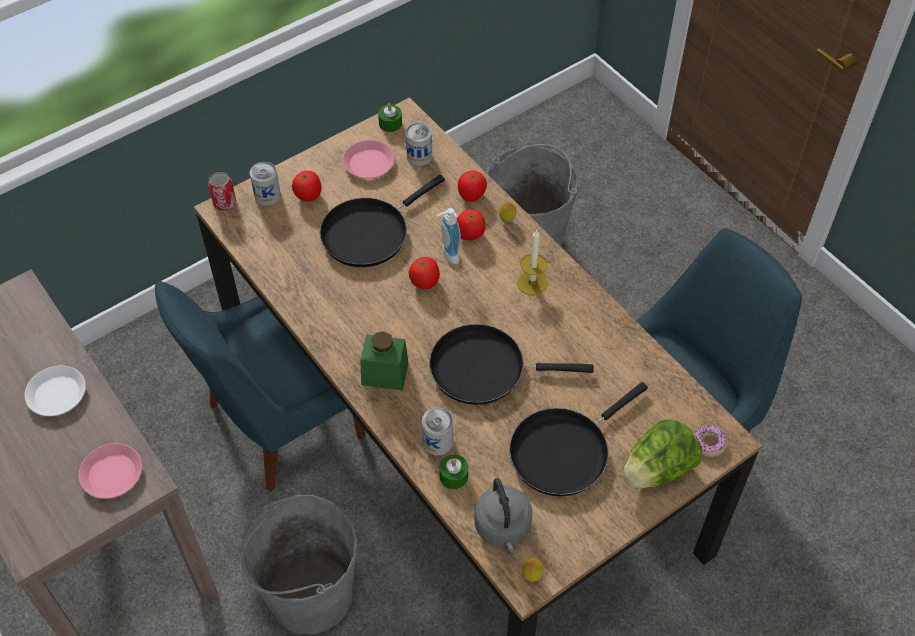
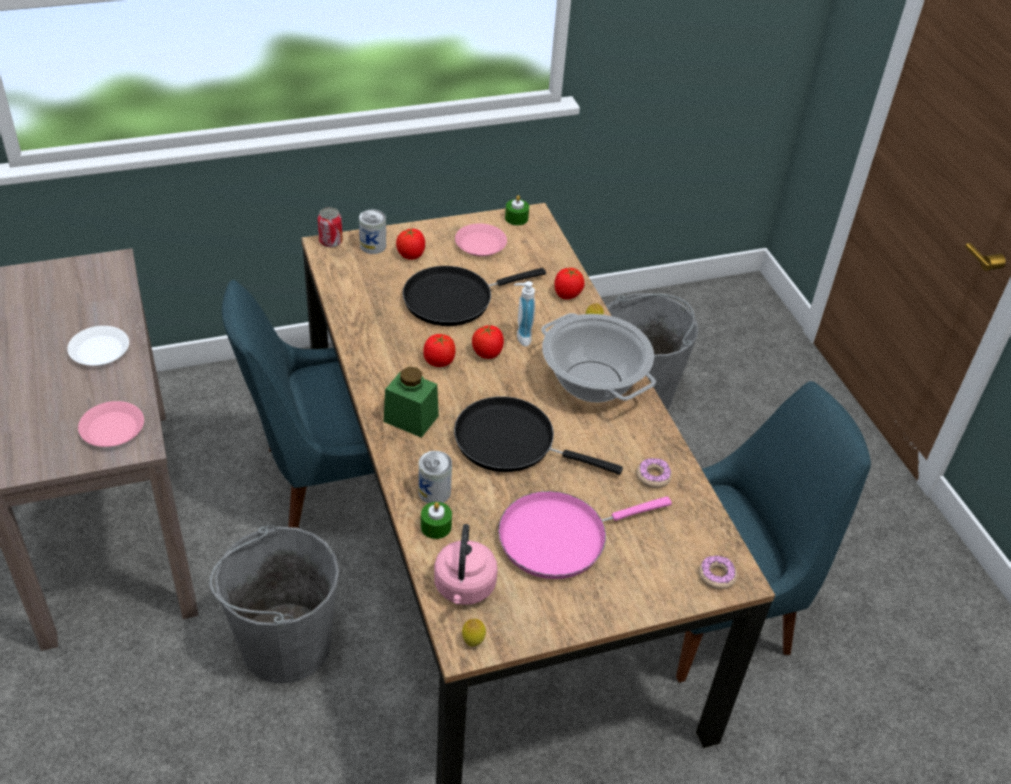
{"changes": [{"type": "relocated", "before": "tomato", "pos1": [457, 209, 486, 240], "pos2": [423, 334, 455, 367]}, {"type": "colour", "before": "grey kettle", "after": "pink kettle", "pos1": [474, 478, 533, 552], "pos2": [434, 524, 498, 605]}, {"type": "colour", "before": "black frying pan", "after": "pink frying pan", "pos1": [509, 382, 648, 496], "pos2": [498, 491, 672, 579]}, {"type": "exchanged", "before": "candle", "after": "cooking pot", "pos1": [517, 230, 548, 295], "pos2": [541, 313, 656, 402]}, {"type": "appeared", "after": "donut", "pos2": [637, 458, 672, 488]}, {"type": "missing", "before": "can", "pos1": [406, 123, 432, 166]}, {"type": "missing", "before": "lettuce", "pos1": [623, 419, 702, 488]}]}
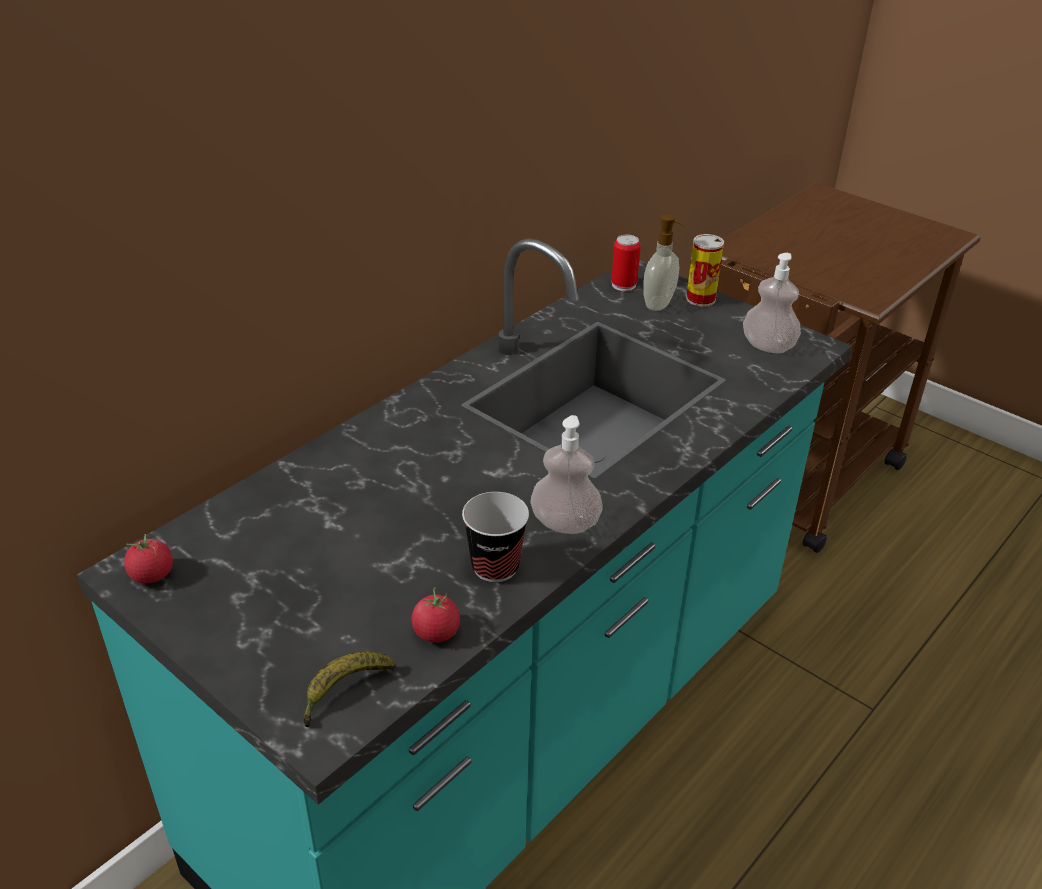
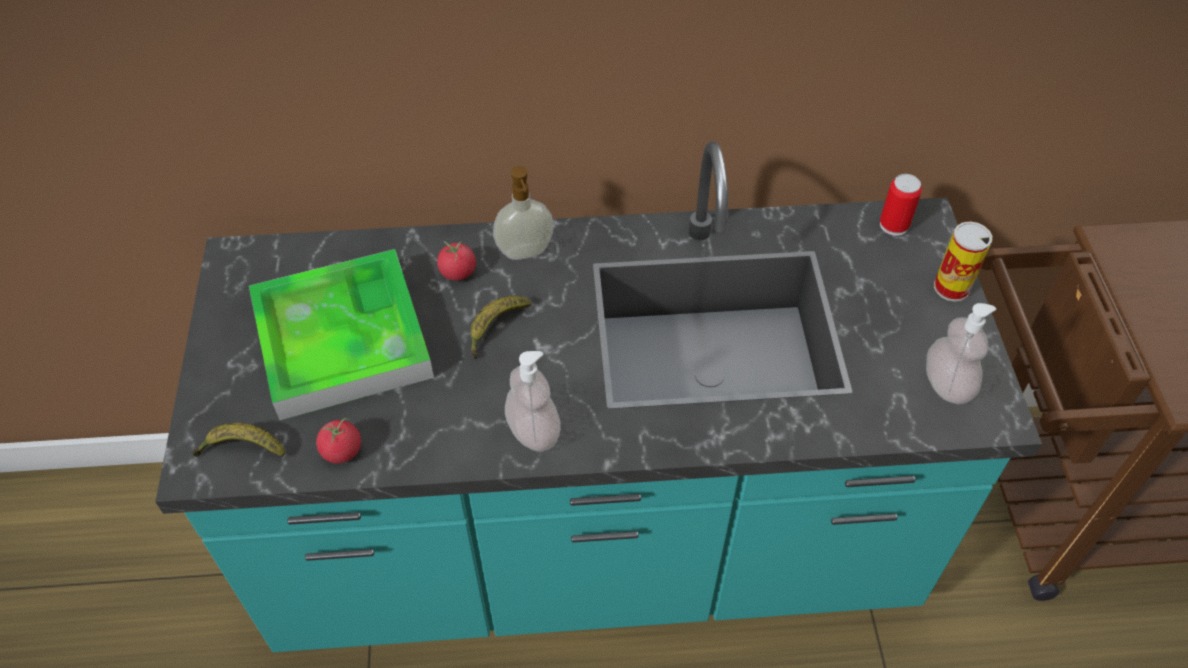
{"changes": [{"type": "appeared", "after": "tray", "pos2": [249, 249, 434, 420]}, {"type": "relocated", "before": "tomato", "pos1": [124, 534, 173, 584], "pos2": [437, 241, 476, 280]}, {"type": "appeared", "after": "banana", "pos2": [470, 296, 531, 359]}, {"type": "relocated", "before": "soap dispenser", "pos1": [643, 214, 685, 311], "pos2": [493, 166, 554, 260]}, {"type": "missing", "before": "cup", "pos1": [462, 492, 529, 582]}]}
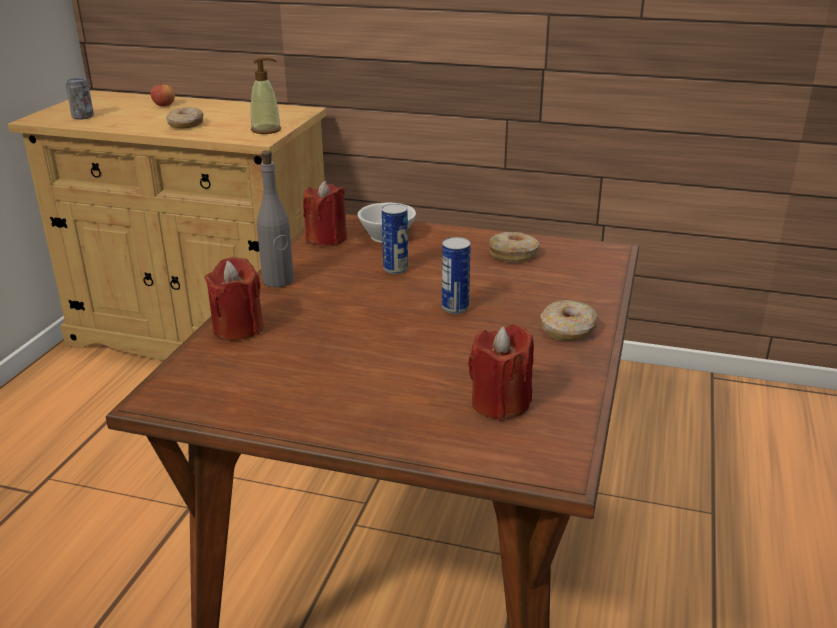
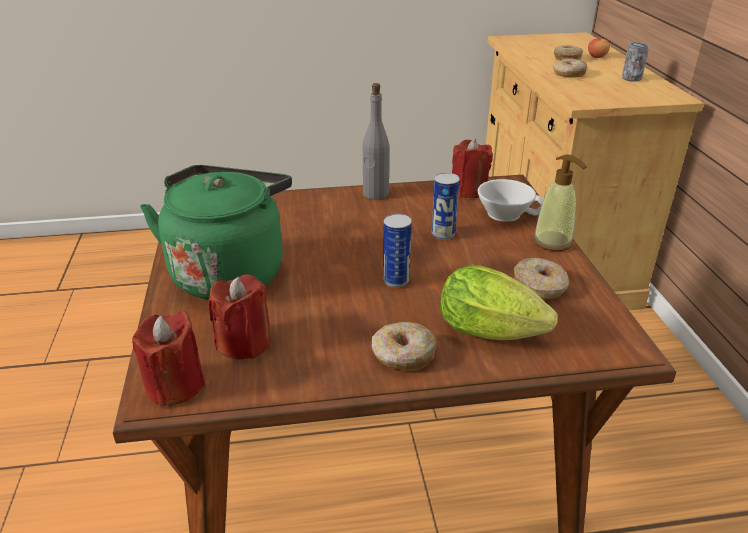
{"changes": [{"type": "relocated", "before": "red candle", "pos1": [205, 257, 264, 340], "pos2": [132, 311, 206, 407]}, {"type": "appeared", "after": "green kettle", "pos2": [140, 165, 292, 300]}, {"type": "appeared", "after": "lettuce", "pos2": [440, 265, 558, 340]}, {"type": "relocated", "before": "soap dispenser", "pos1": [251, 58, 281, 134], "pos2": [533, 154, 587, 251]}, {"type": "appeared", "after": "donut", "pos2": [554, 45, 583, 61]}, {"type": "relocated", "before": "can", "pos1": [66, 78, 94, 120], "pos2": [622, 42, 649, 82]}]}
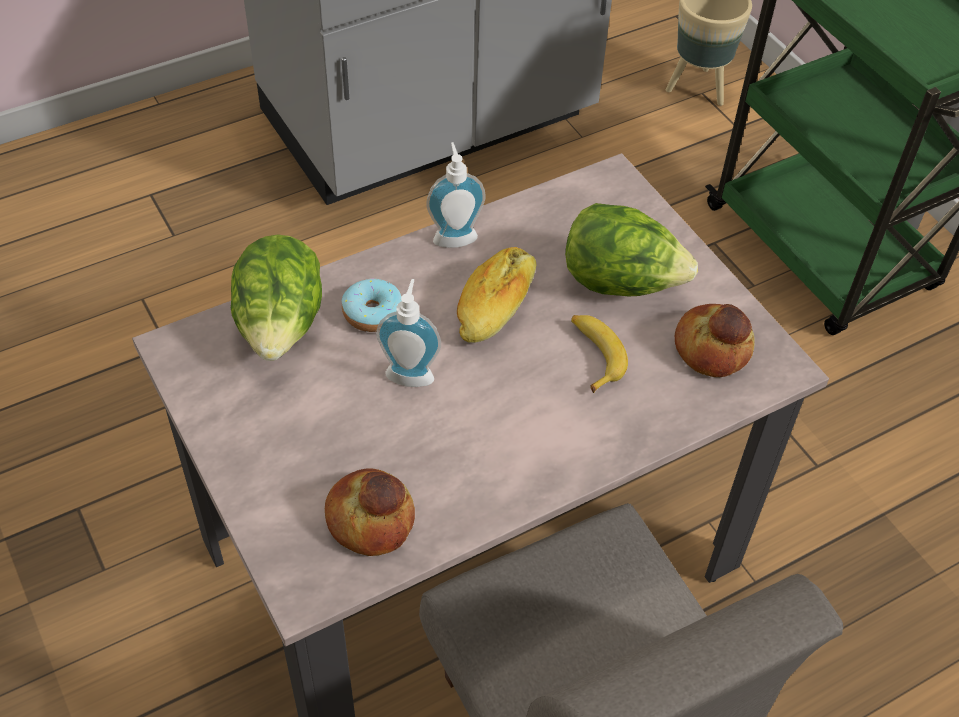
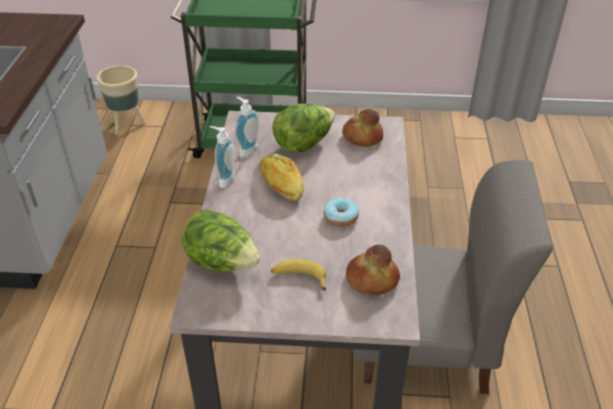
{"changes": [{"type": "relocated", "before": "soap dispenser", "pos1": [376, 279, 441, 387], "pos2": [235, 96, 259, 157]}, {"type": "relocated", "before": "banana", "pos1": [571, 315, 628, 393], "pos2": [271, 259, 326, 290]}, {"type": "relocated", "before": "donut", "pos1": [342, 278, 402, 332], "pos2": [324, 198, 359, 227]}]}
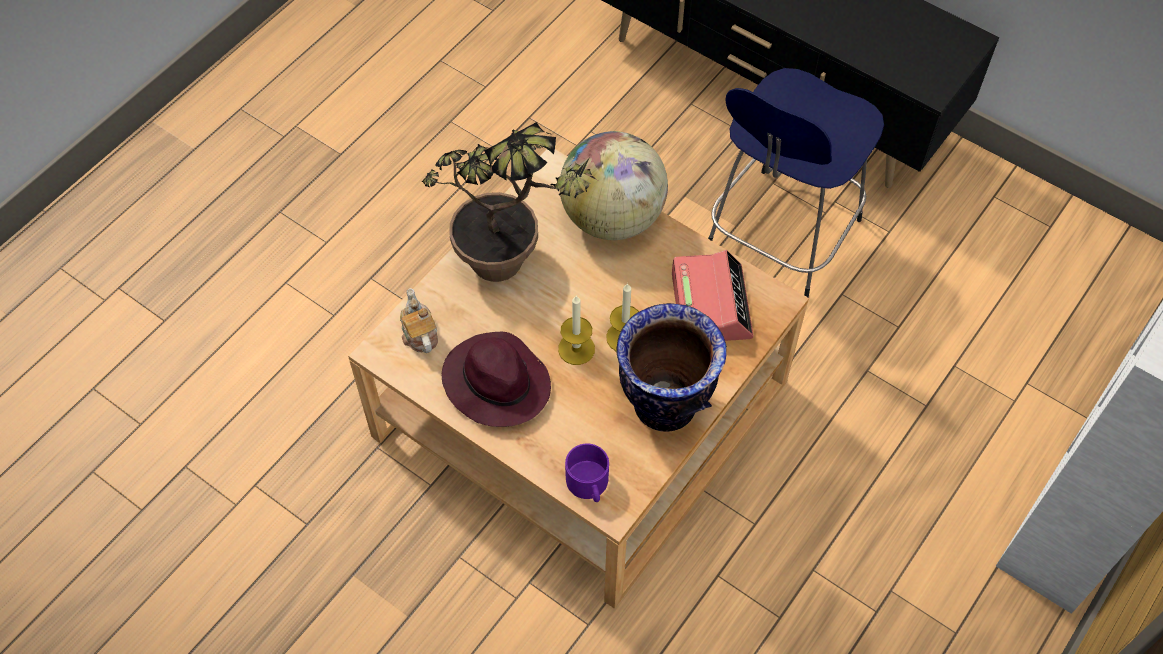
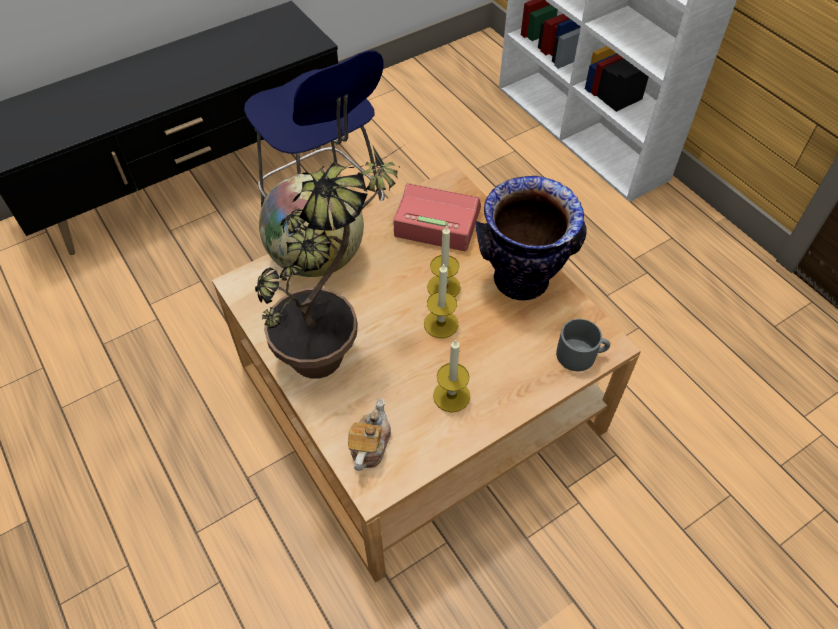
{"changes": [{"type": "spun", "before": "teapot", "pos1": [400, 288, 438, 353], "pos2": [348, 398, 391, 471], "turn": 105}, {"type": "exchanged", "before": "purple hat", "after": "candle", "pos1": [442, 331, 551, 427], "pos2": [433, 339, 470, 412]}, {"type": "colour", "before": "purple mug", "after": "grey mug", "pos1": [565, 443, 609, 502], "pos2": [556, 319, 610, 371]}]}
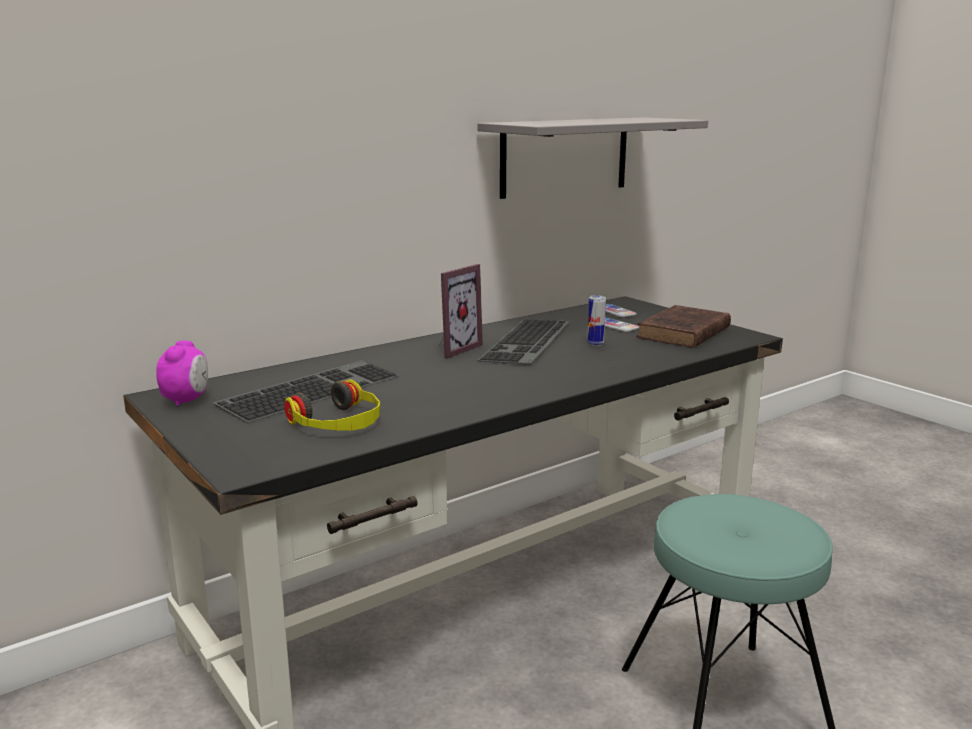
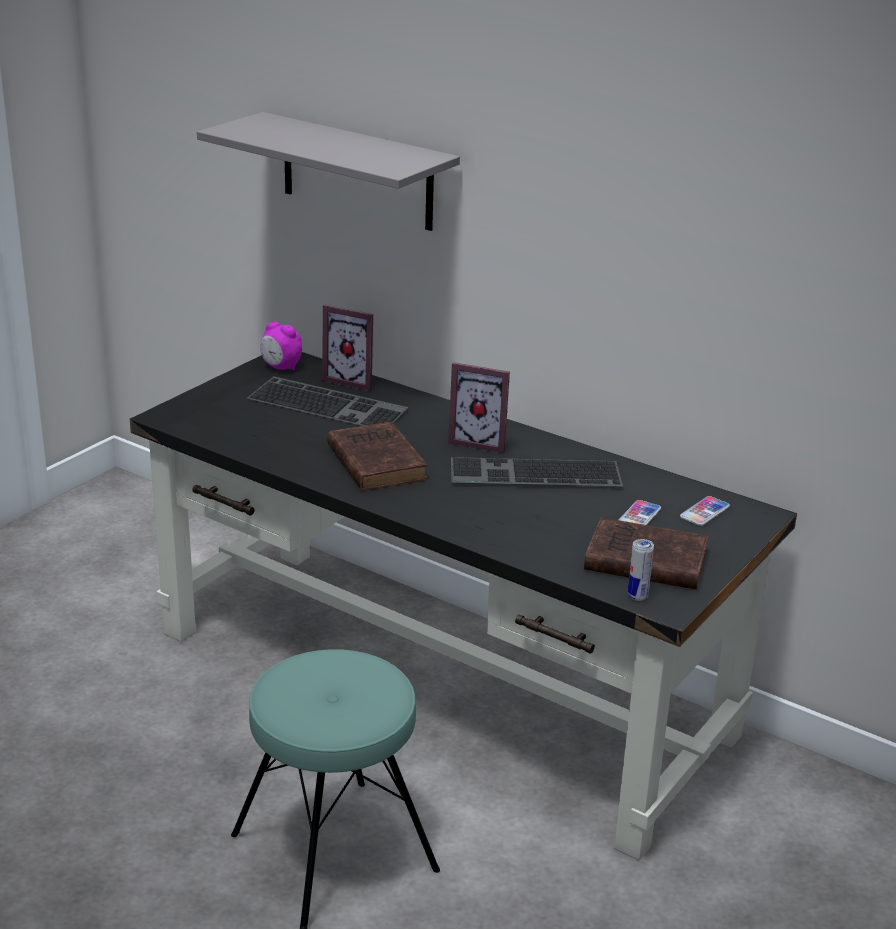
{"changes": [{"type": "relocated", "before": "grey shelf", "pos1": [477, 117, 708, 199], "pos2": [197, 112, 460, 231]}, {"type": "spun", "before": "alarm clock", "pos1": [156, 341, 208, 406], "pos2": [261, 322, 302, 370], "turn": 45}, {"type": "appeared", "after": "picture frame", "pos2": [322, 304, 373, 391]}, {"type": "appeared", "after": "brown book", "pos2": [327, 422, 428, 491]}, {"type": "relocated", "before": "can", "pos1": [587, 295, 606, 346], "pos2": [628, 539, 654, 601]}, {"type": "missing", "before": "headphones", "pos1": [284, 380, 380, 431]}]}
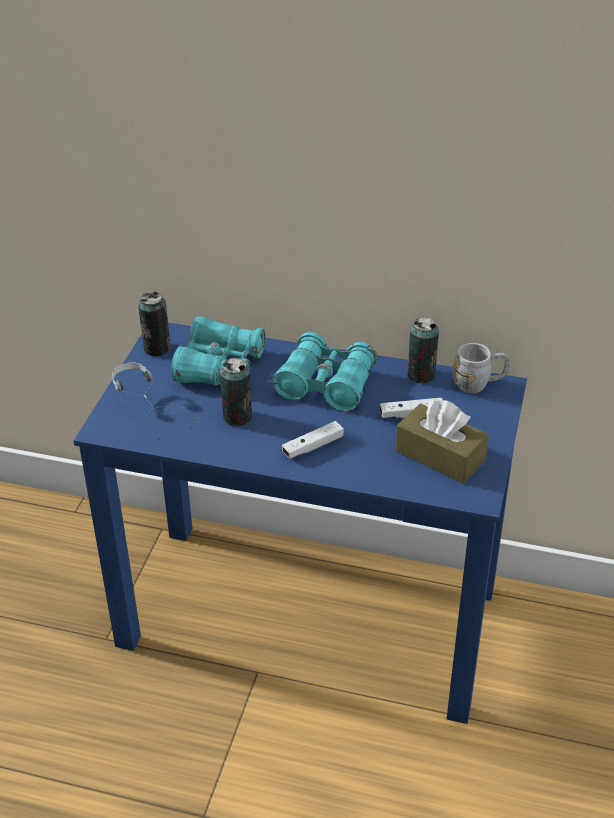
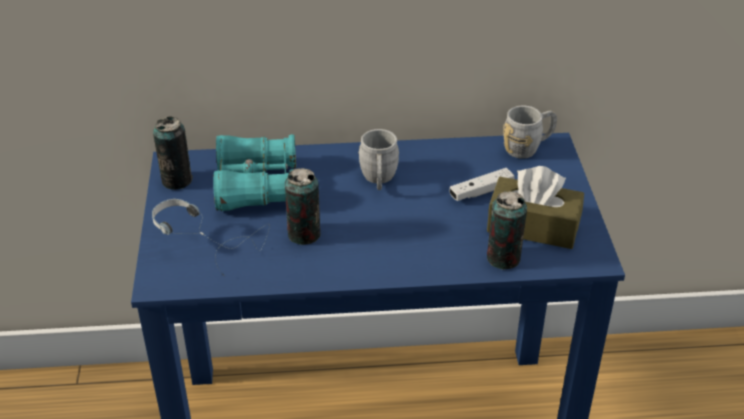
{"changes": [{"type": "exchanged", "before": "turquoise binoculars", "after": "grey mug", "pos1": [273, 332, 377, 411], "pos2": [358, 129, 399, 190]}, {"type": "relocated", "before": "can", "pos1": [407, 317, 439, 383], "pos2": [487, 191, 527, 269]}, {"type": "missing", "before": "white game controller", "pos1": [282, 421, 344, 458]}]}
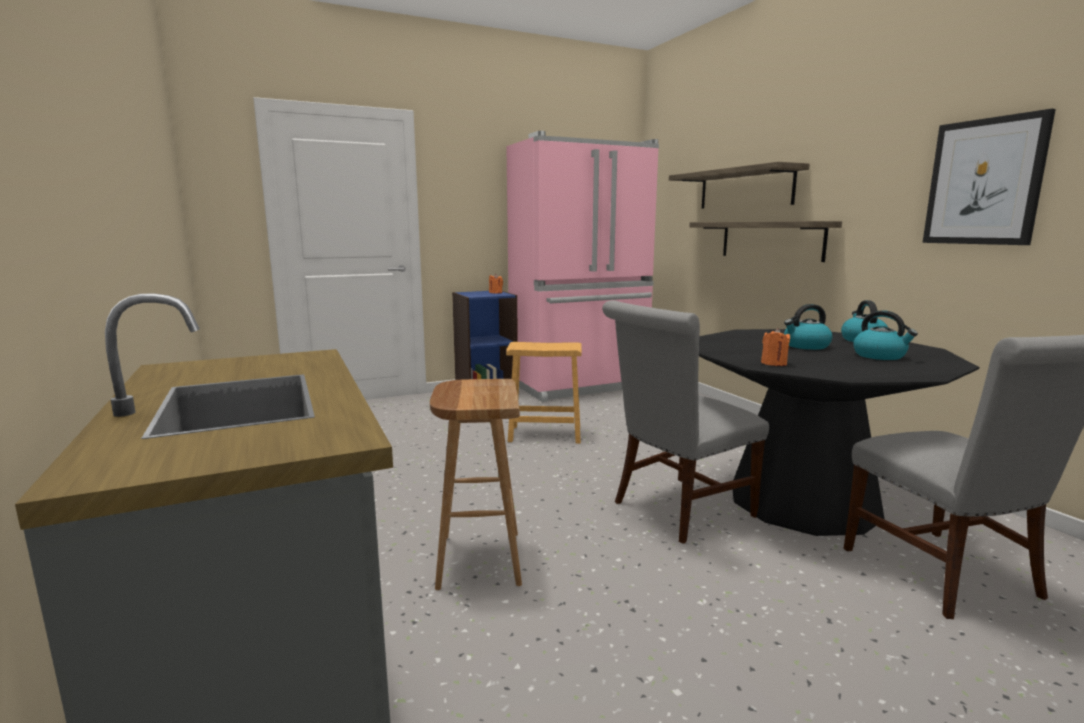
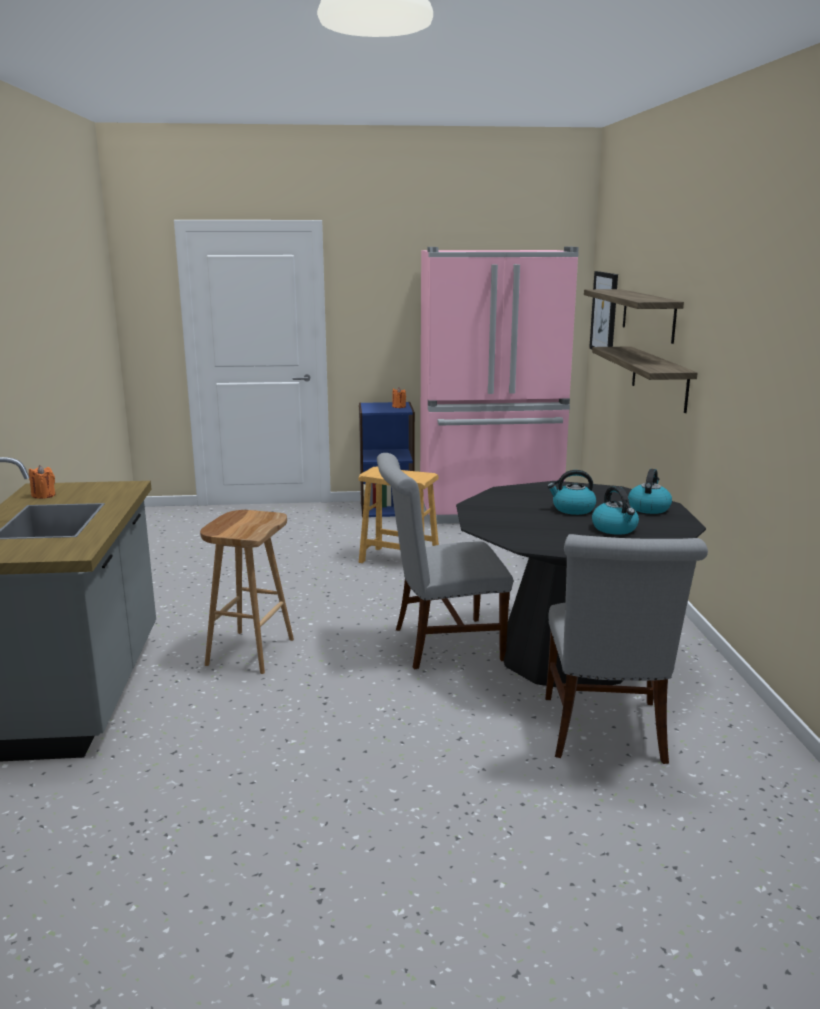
{"changes": [{"type": "relocated", "before": "orange candle", "pos1": [761, 328, 790, 366], "pos2": [29, 465, 56, 499]}, {"type": "relocated", "before": "picture", "pos1": [923, 109, 1056, 245], "pos2": [589, 271, 618, 349]}]}
